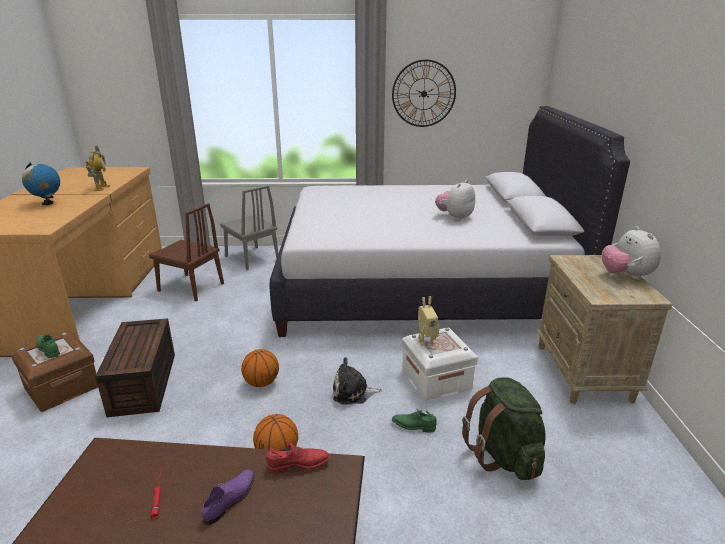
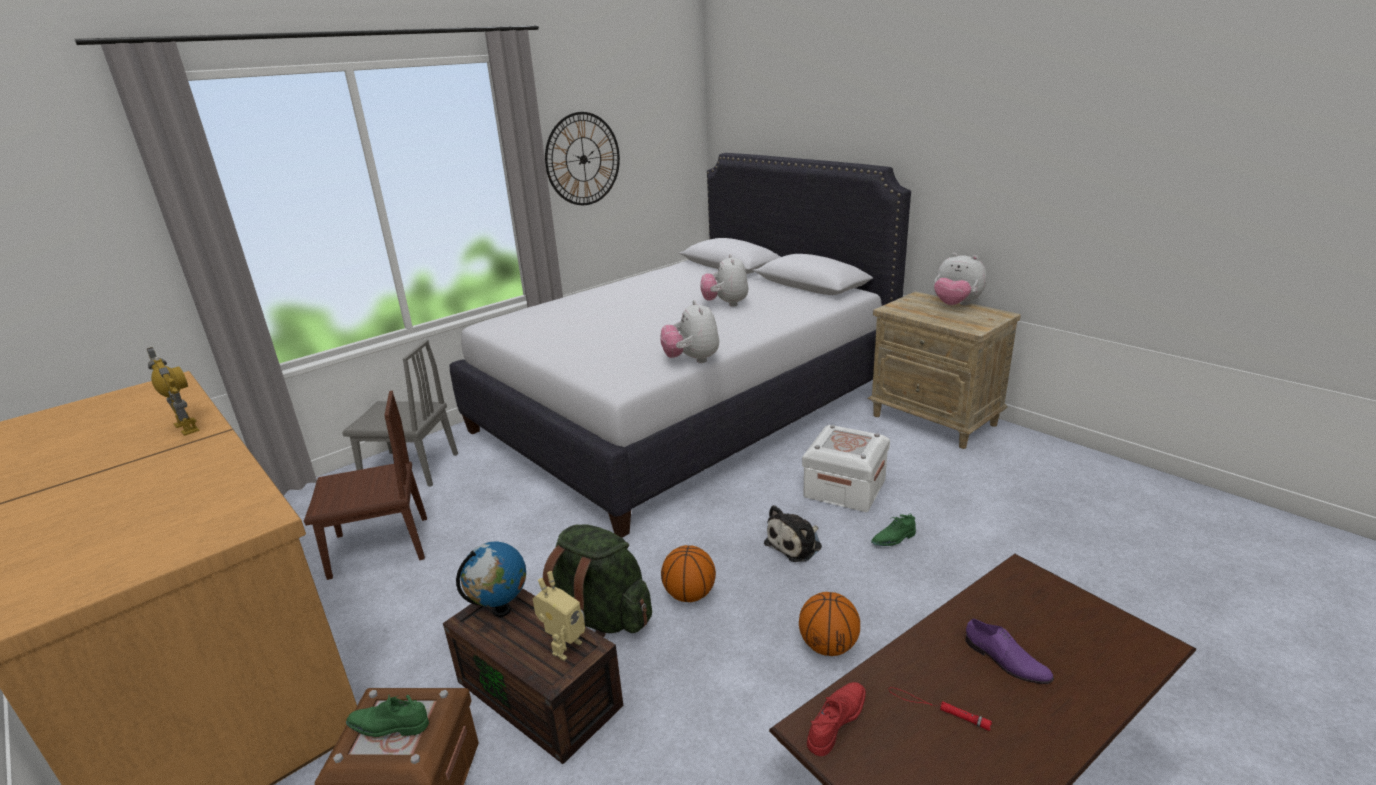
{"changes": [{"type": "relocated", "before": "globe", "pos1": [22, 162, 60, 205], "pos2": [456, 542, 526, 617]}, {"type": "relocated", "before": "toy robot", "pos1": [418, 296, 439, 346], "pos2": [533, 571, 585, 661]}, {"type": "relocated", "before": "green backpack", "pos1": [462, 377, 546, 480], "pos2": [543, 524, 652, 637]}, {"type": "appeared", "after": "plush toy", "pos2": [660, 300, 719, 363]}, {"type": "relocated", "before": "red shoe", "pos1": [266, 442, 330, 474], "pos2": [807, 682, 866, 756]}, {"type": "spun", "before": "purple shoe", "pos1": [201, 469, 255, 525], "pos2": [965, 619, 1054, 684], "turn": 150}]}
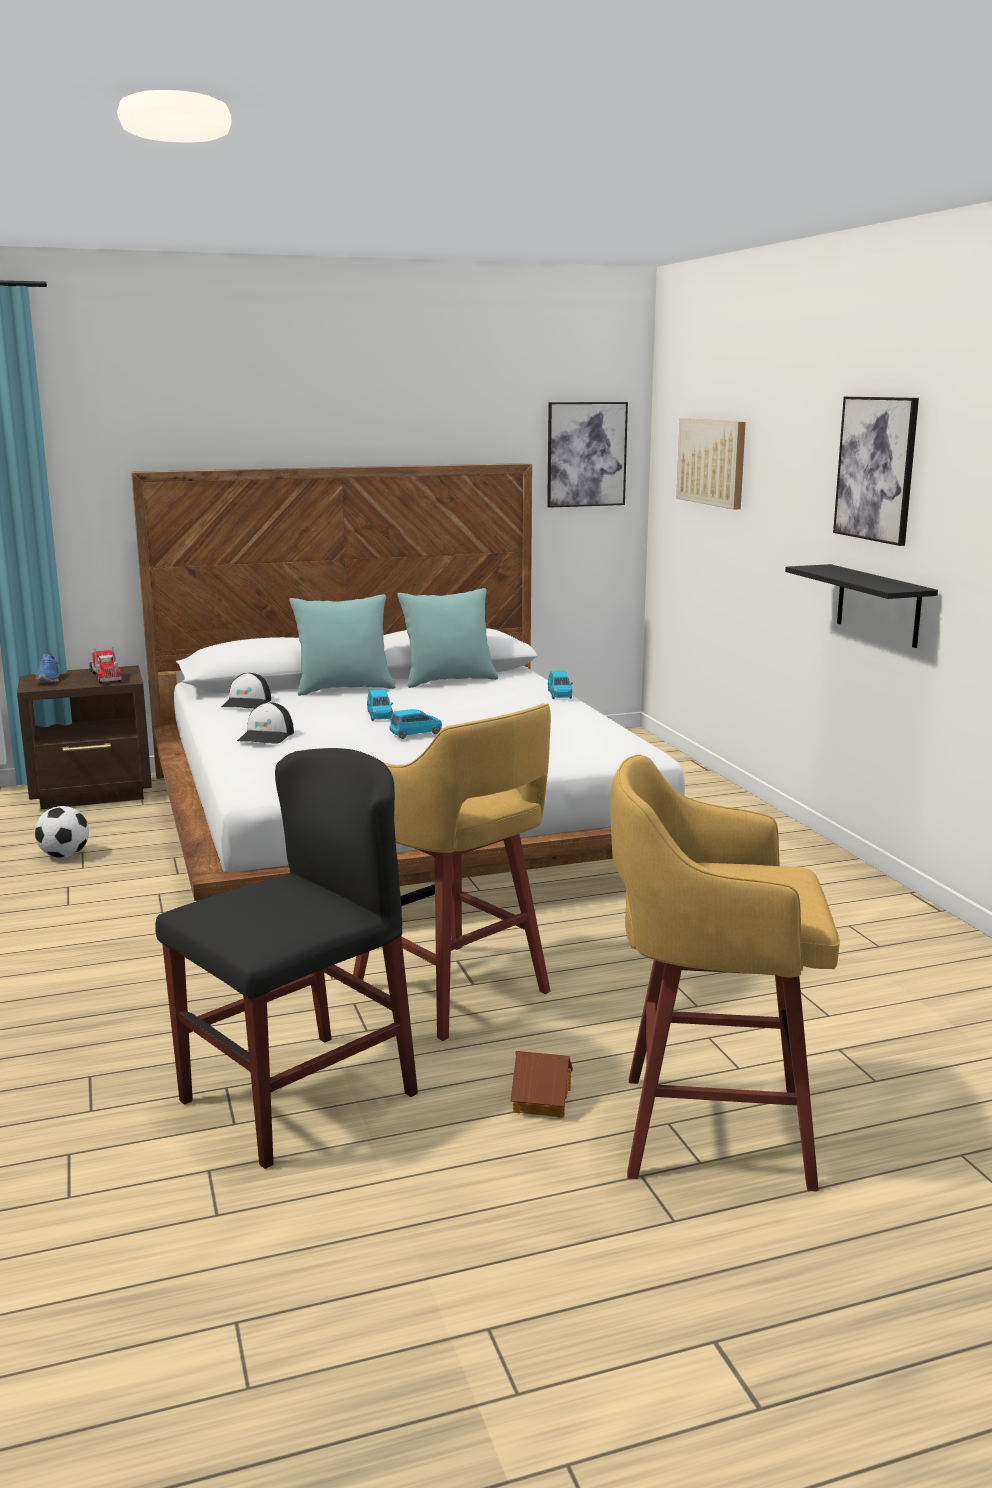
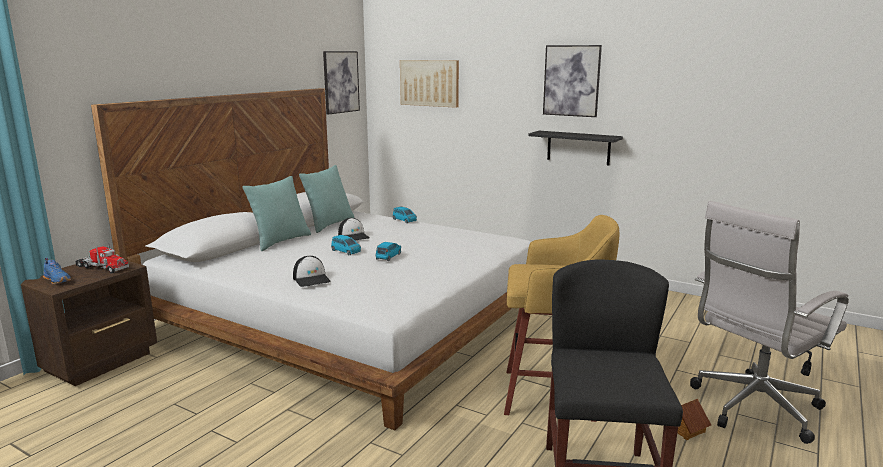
{"changes": [{"type": "relocated", "before": "cap", "pos1": [221, 672, 271, 709], "pos2": [338, 218, 370, 241]}, {"type": "exchanged", "before": "yellow stool", "after": "white office chair", "pos1": [610, 754, 840, 1191], "pos2": [690, 201, 849, 444]}, {"type": "missing", "before": "football", "pos1": [35, 806, 89, 858]}]}
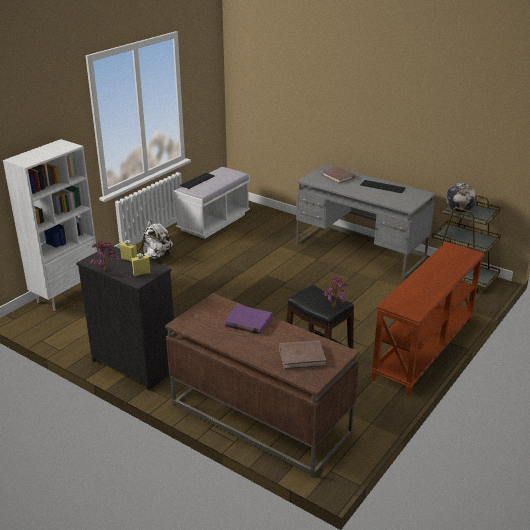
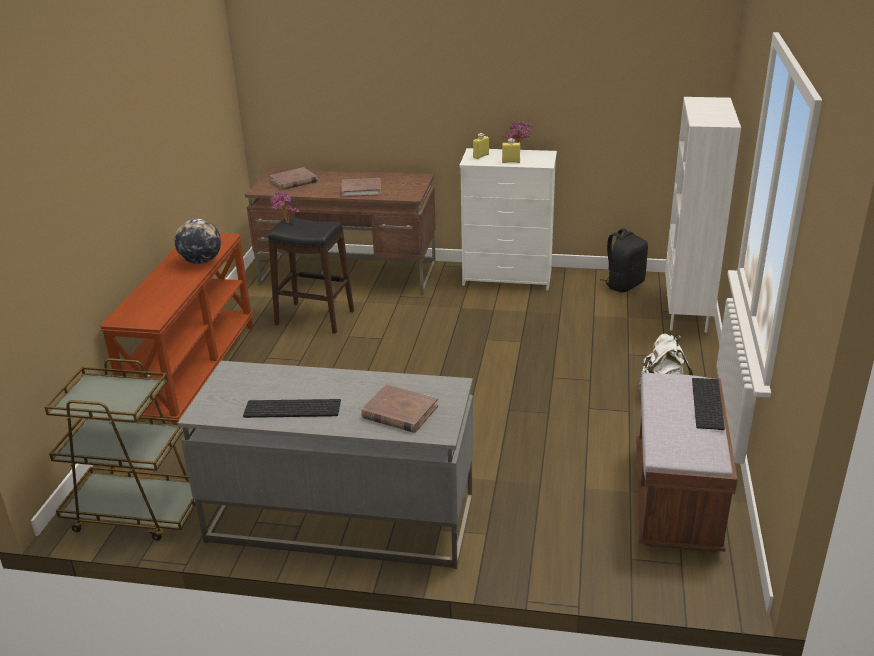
{"changes": [{"type": "relocated", "before": "globe", "pos1": [446, 183, 477, 212], "pos2": [175, 219, 221, 264]}, {"type": "colour", "before": "purple book", "after": "brown book", "pos1": [224, 305, 272, 334], "pos2": [341, 178, 381, 197]}, {"type": "colour", "before": "black dresser", "after": "white dresser", "pos1": [76, 245, 174, 390], "pos2": [459, 148, 557, 290]}, {"type": "appeared", "after": "black backpack", "pos2": [600, 228, 648, 292]}, {"type": "colour", "before": "white bench", "after": "brown bench", "pos1": [174, 167, 250, 239], "pos2": [636, 373, 737, 553]}]}
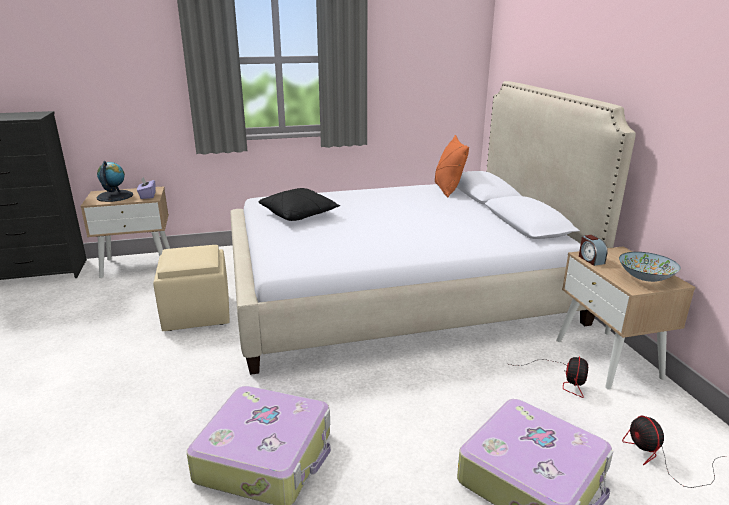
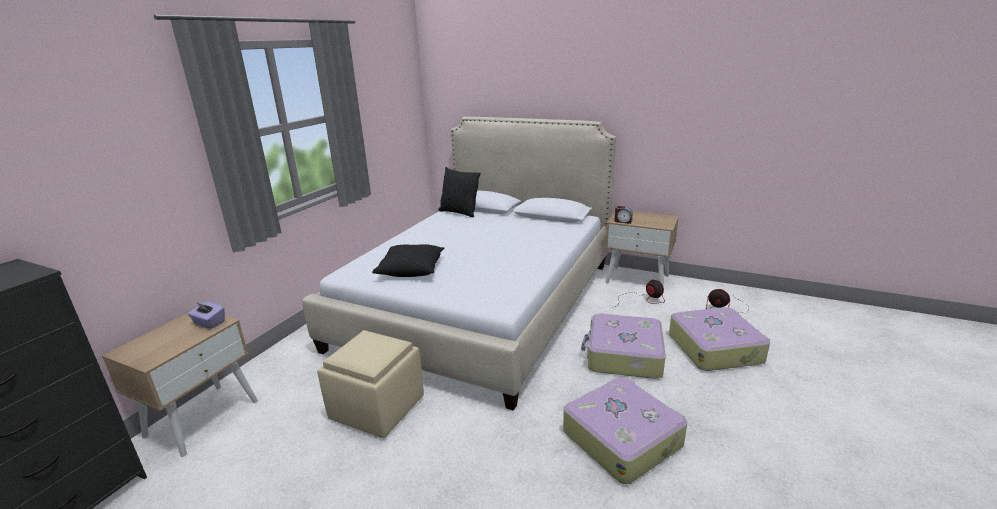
{"changes": [{"type": "colour", "before": "orange pillow", "after": "black pillow", "pos1": [435, 135, 469, 197], "pos2": [438, 167, 481, 217]}, {"type": "appeared", "after": "suitcase", "pos2": [581, 314, 666, 379]}, {"type": "missing", "before": "globe", "pos1": [96, 161, 133, 202]}, {"type": "missing", "before": "bowl", "pos1": [619, 252, 681, 282]}]}
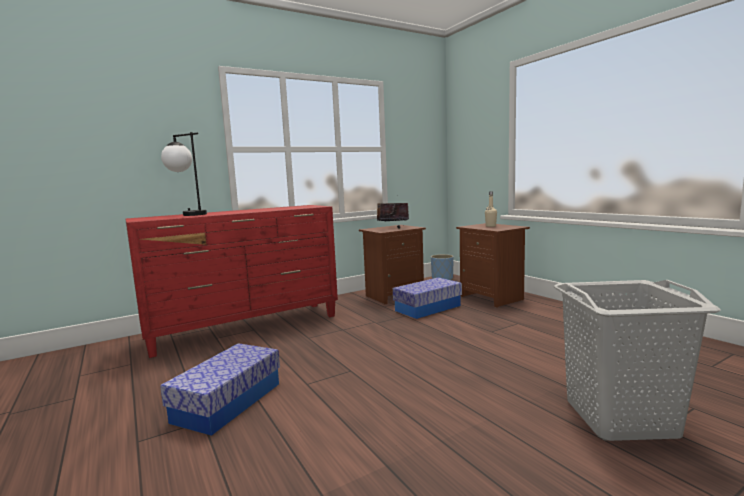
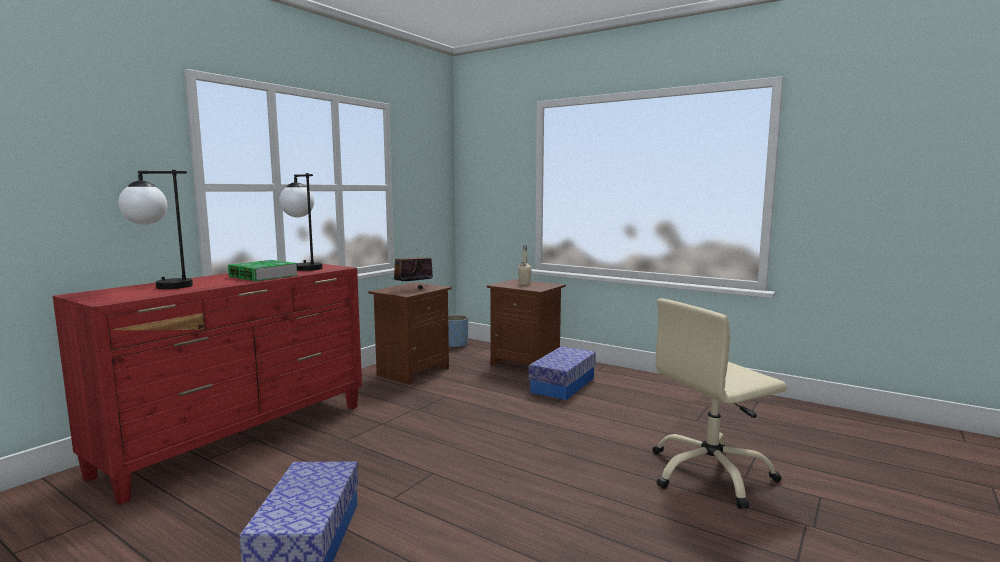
{"changes": [{"type": "appeared", "after": "book", "pos2": [228, 260, 298, 281]}, {"type": "appeared", "after": "table lamp", "pos2": [279, 173, 323, 271]}, {"type": "relocated", "before": "storage box", "pos1": [393, 277, 462, 319], "pos2": [529, 347, 596, 400]}, {"type": "exchanged", "before": "grey laundry basket", "after": "beige office chair", "pos1": [554, 280, 721, 441], "pos2": [653, 298, 787, 509]}]}
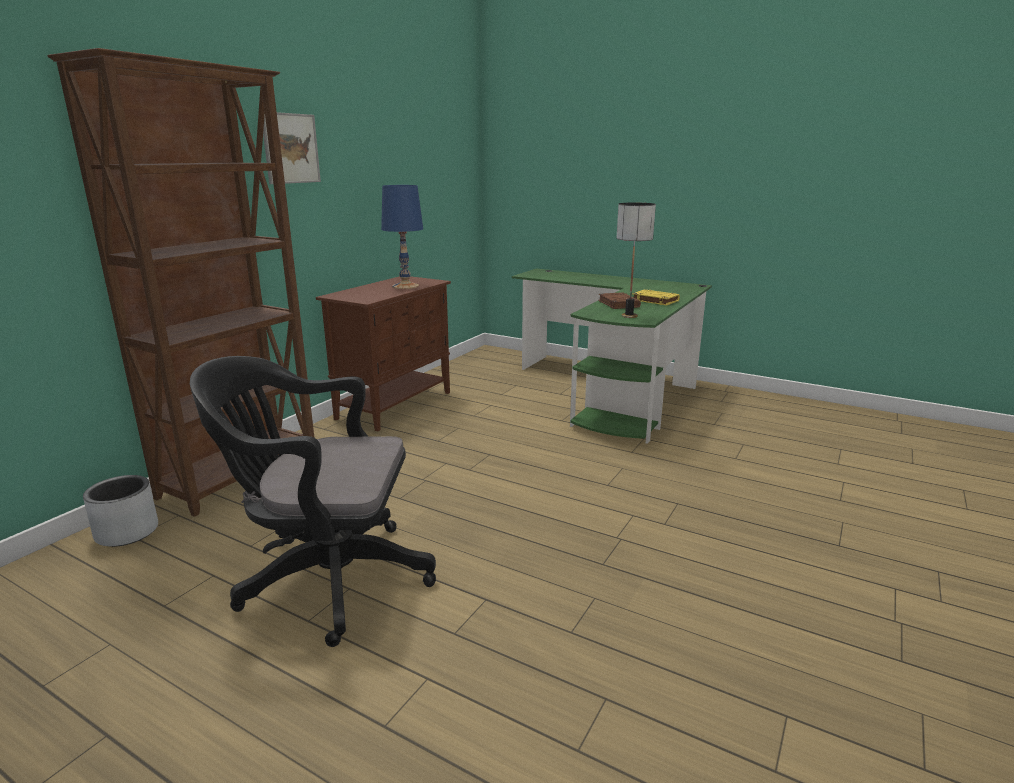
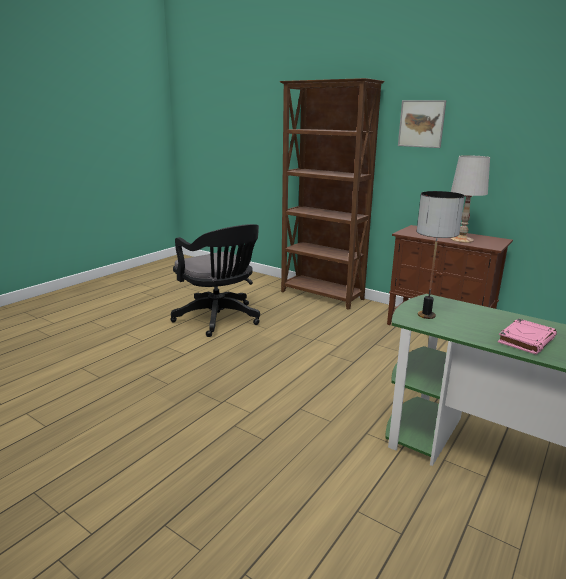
{"changes": [{"type": "spun", "before": "black office chair", "pos1": [190, 356, 436, 647], "pos2": [170, 224, 260, 337], "turn": 135}, {"type": "colour", "before": "blue table lamp", "after": "white table lamp", "pos1": [381, 185, 423, 289], "pos2": [451, 155, 490, 243]}, {"type": "colour", "before": "yellow book", "after": "pink book", "pos1": [632, 289, 680, 306], "pos2": [498, 318, 557, 354]}, {"type": "missing", "before": "grey planter", "pos1": [83, 475, 158, 547]}, {"type": "missing", "before": "brown book", "pos1": [598, 292, 641, 309]}]}
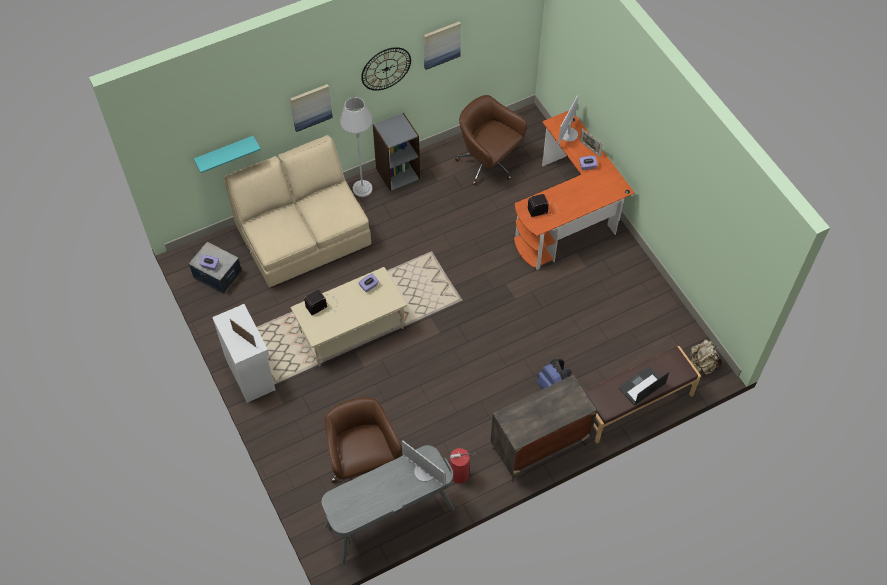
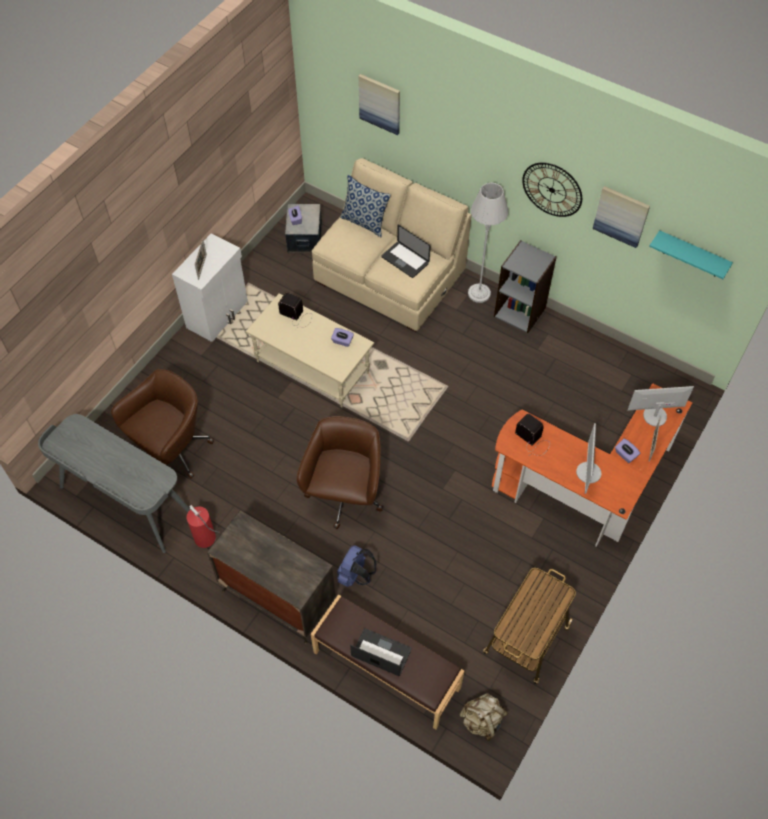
{"changes": [{"type": "relocated", "before": "brown office chair", "pos1": [455, 95, 527, 186], "pos2": [297, 416, 383, 529]}, {"type": "appeared", "after": "pillow", "pos2": [340, 175, 391, 237]}, {"type": "relocated", "before": "picture", "pos1": [290, 84, 333, 132], "pos2": [358, 74, 400, 135]}, {"type": "appeared", "after": "laptop", "pos2": [381, 225, 430, 278]}, {"type": "appeared", "after": "cart", "pos2": [483, 568, 576, 684]}, {"type": "relocated", "before": "monitor", "pos1": [402, 440, 445, 486], "pos2": [576, 423, 601, 494]}, {"type": "relocated", "before": "turquoise shelf", "pos1": [194, 136, 261, 173], "pos2": [649, 230, 733, 279]}]}
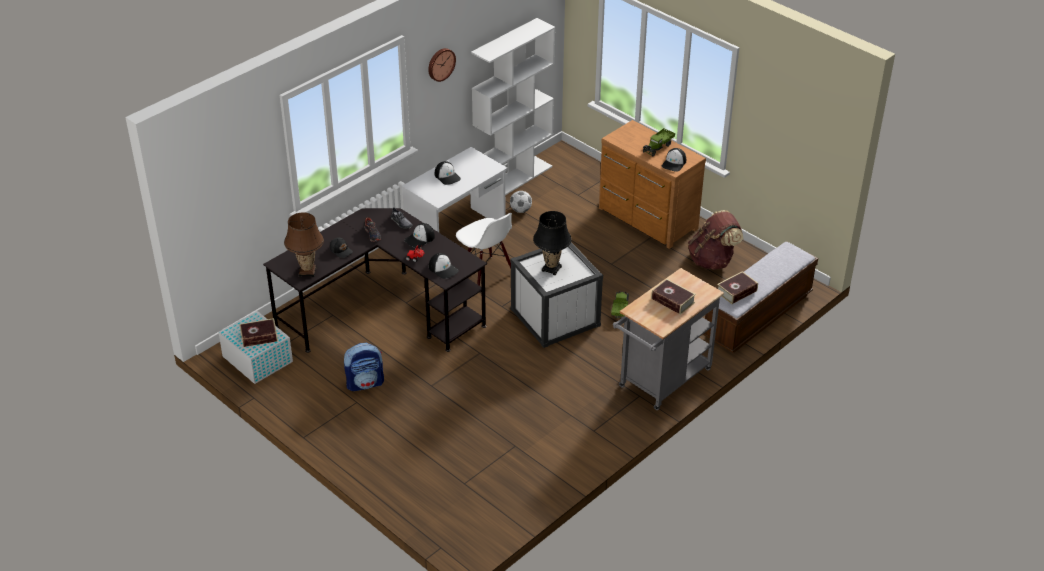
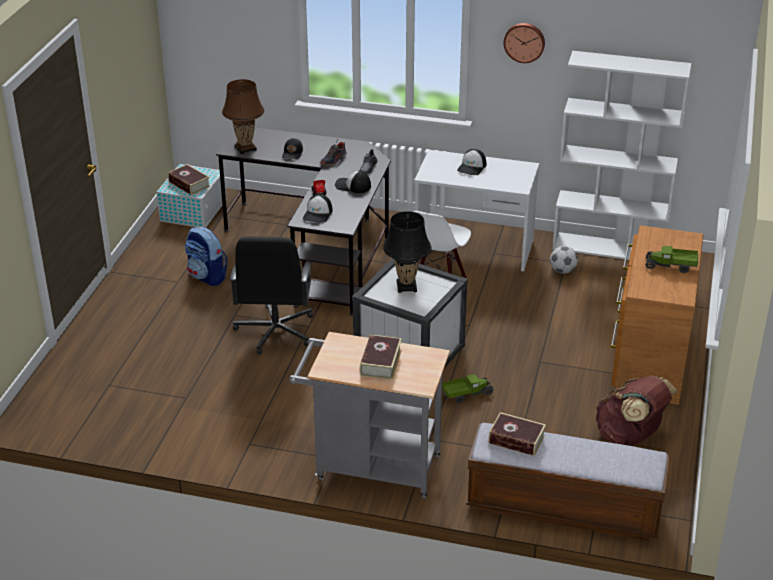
{"changes": [{"type": "appeared", "after": "black office chair", "pos2": [230, 237, 313, 355]}, {"type": "missing", "before": "cap", "pos1": [662, 148, 686, 171]}]}
